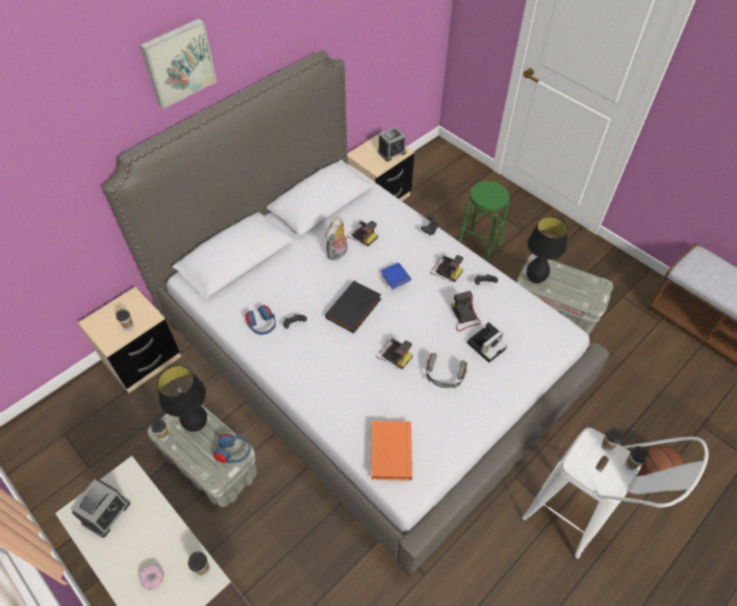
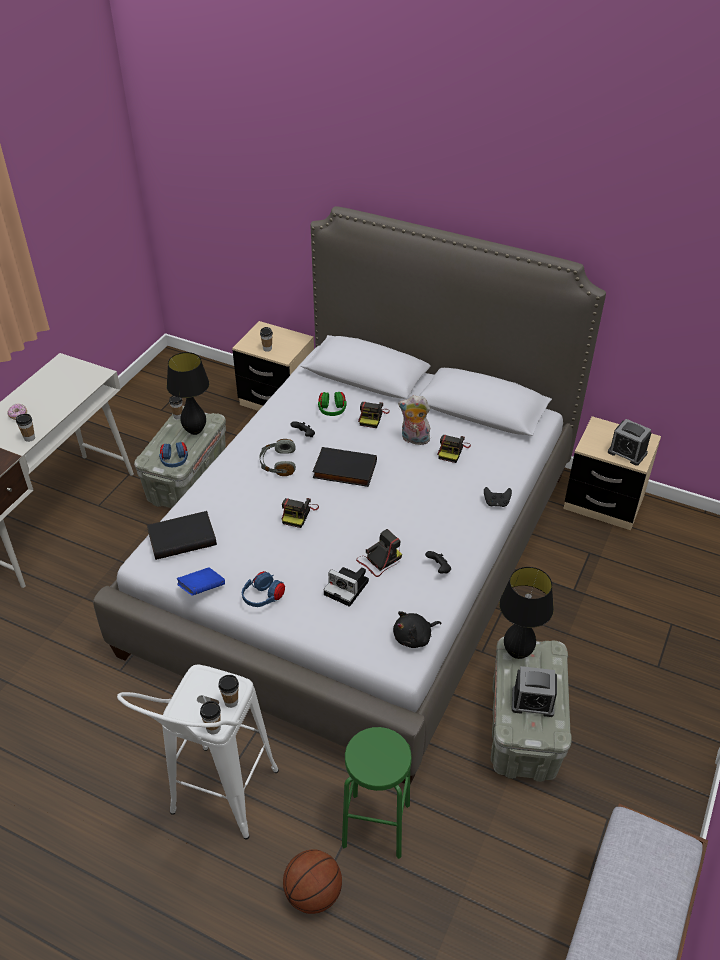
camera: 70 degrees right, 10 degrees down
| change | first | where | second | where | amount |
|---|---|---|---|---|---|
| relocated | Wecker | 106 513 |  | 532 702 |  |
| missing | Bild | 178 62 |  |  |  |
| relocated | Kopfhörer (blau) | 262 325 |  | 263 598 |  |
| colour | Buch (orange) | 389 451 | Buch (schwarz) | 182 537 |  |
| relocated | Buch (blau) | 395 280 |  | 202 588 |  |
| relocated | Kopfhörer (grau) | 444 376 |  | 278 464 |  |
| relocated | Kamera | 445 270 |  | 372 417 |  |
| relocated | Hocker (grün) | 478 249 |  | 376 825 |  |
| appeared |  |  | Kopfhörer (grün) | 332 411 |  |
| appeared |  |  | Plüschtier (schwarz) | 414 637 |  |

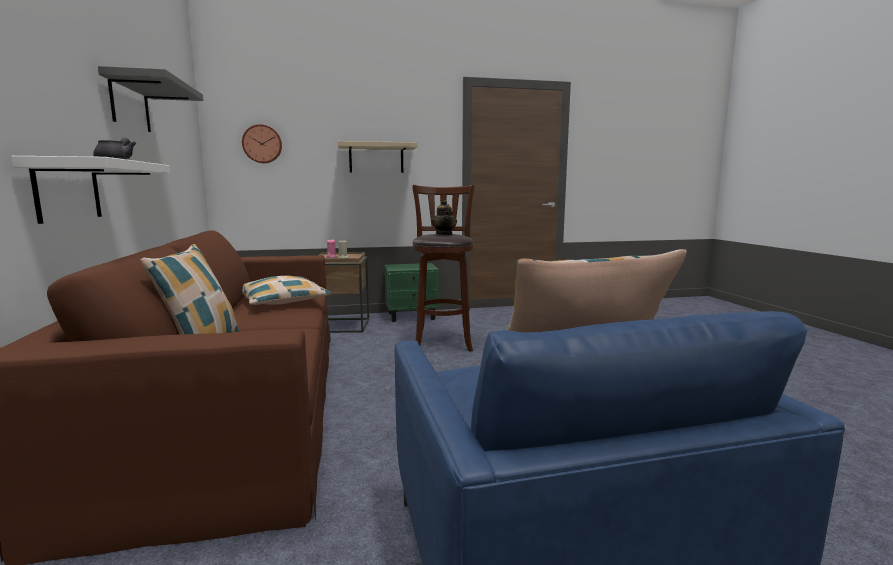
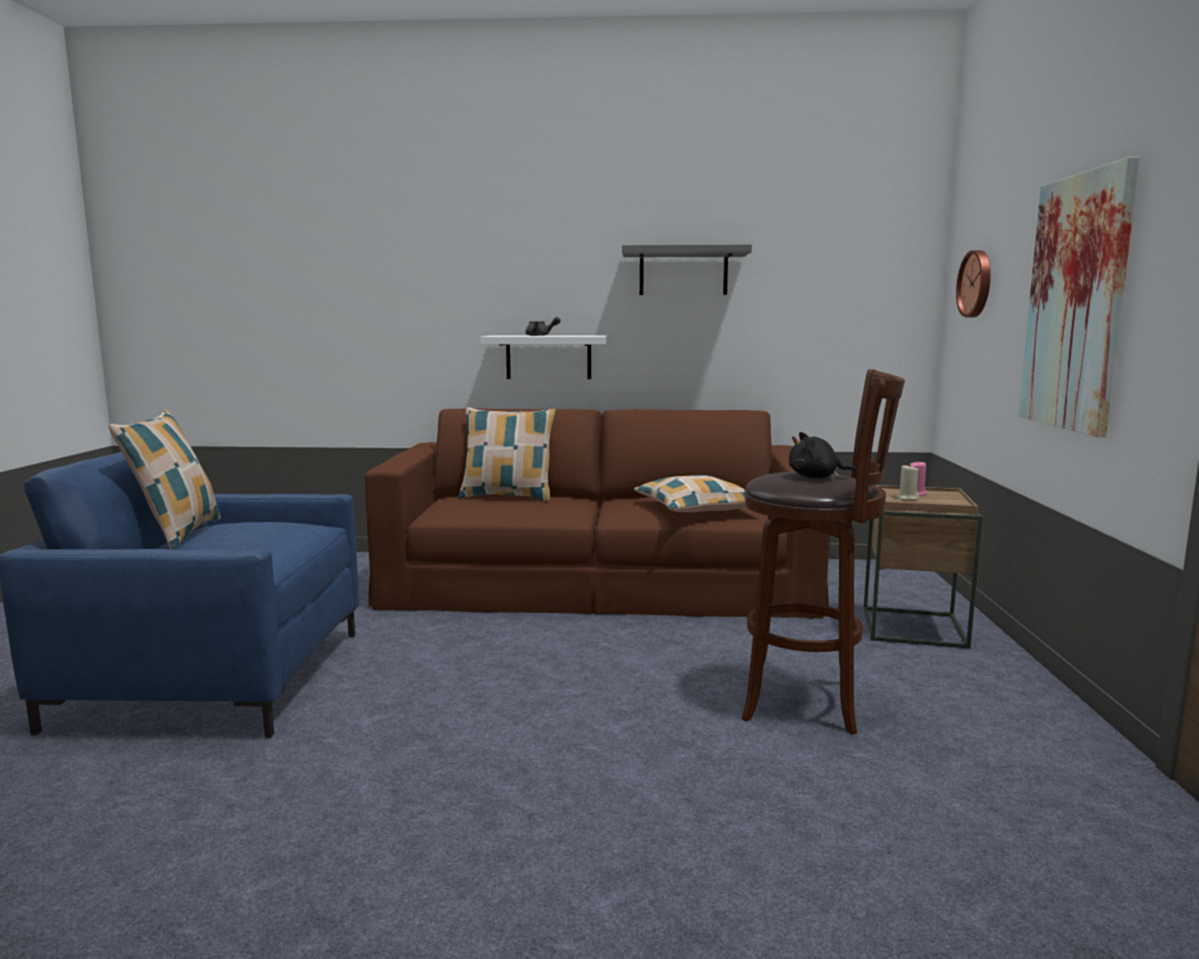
camera: 105 degrees right, 0 degrees up
| change | first | where | second | where | amount |
|---|---|---|---|---|---|
| exchanged | Wandregal (beige) | 376 158 | Bild | 1076 303 |  |
| missing | Nachttisch (grün) | 412 316 |  |  |  |
| exchanged | Teekanne | 444 234 | Plüschtier (schwarz) | 816 477 |  |

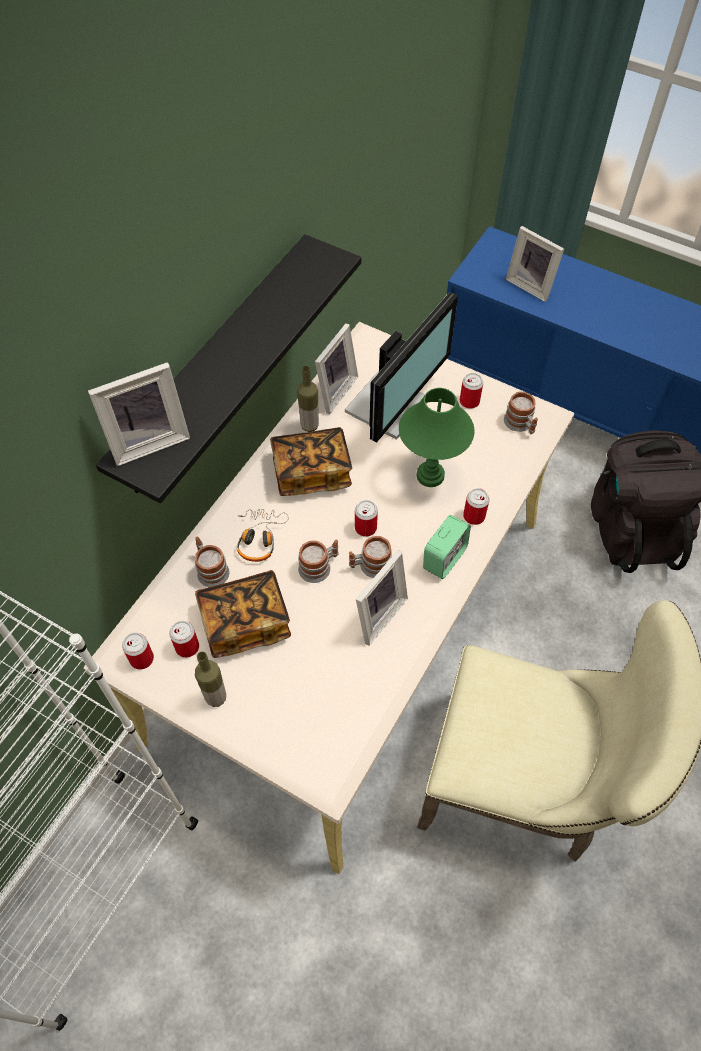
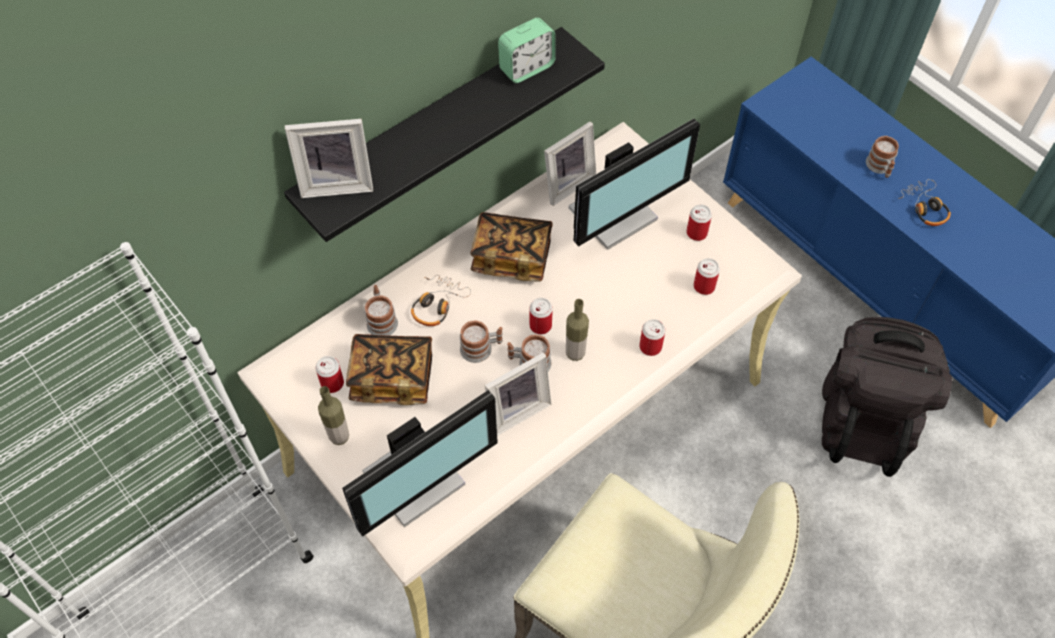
camera: 20 degrees right, 0 degrees up
| change | first | where | second | where | amount |
|---|---|---|---|---|---|
| relocated | Dose | 141 659 |  | 704 286 |  |
| relocated | Flasche | 309 426 |  | 575 353 |  |
| missing | Tischlampe (grün) | 429 475 |  |  |  |
| relocated | Wecker | 444 558 |  | 527 68 |  |
| relocated | Henkelbecher | 520 424 |  | 880 167 |  |
| missing | Bilderrahmen | 531 285 |  |  |  |
| appeared |  |  | Monitor | 417 480 |  |
| appeared |  |  | Kopfhörer | 924 207 |  |

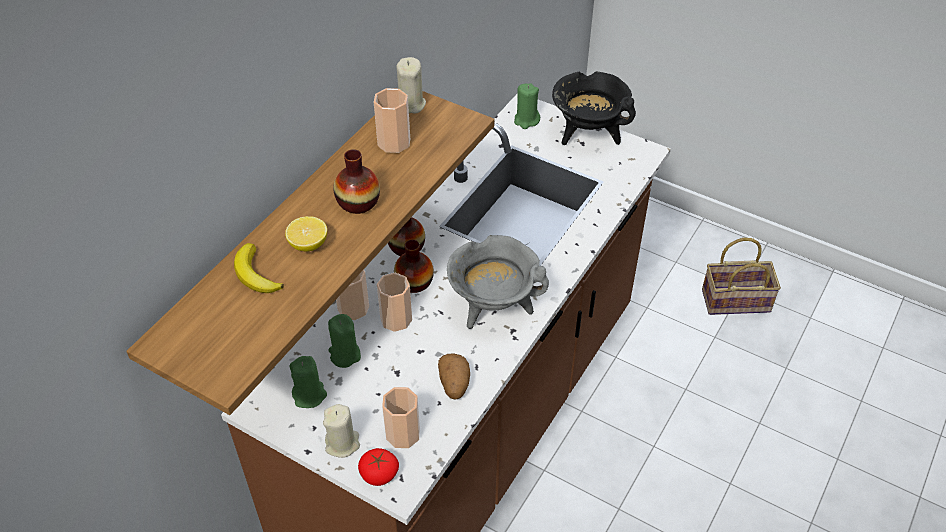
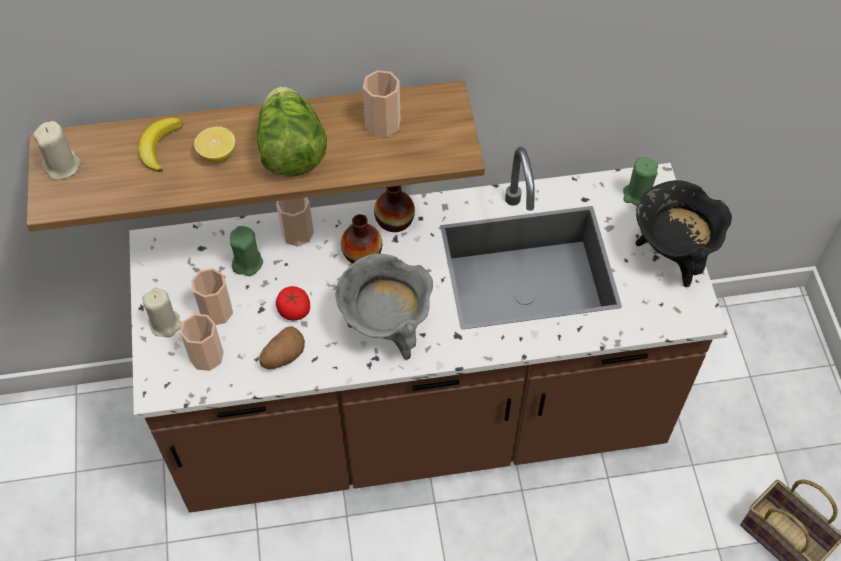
camera: 50 degrees right, 10 degrees up
| change | first | where | second | where | amount |
|---|---|---|---|---|---|
| missing | Kerze (grün) | 309 395 |  |  |  |
| exchanged | Vase | 358 202 | Salatkopf | 291 151 |  |
| relocated | Tomate | 379 474 |  | 294 310 |  |
| relocated | Tasse | 396 319 |  | 216 311 |  |
| relocated | Kerze (beige) | 410 104 |  | 63 166 |  |

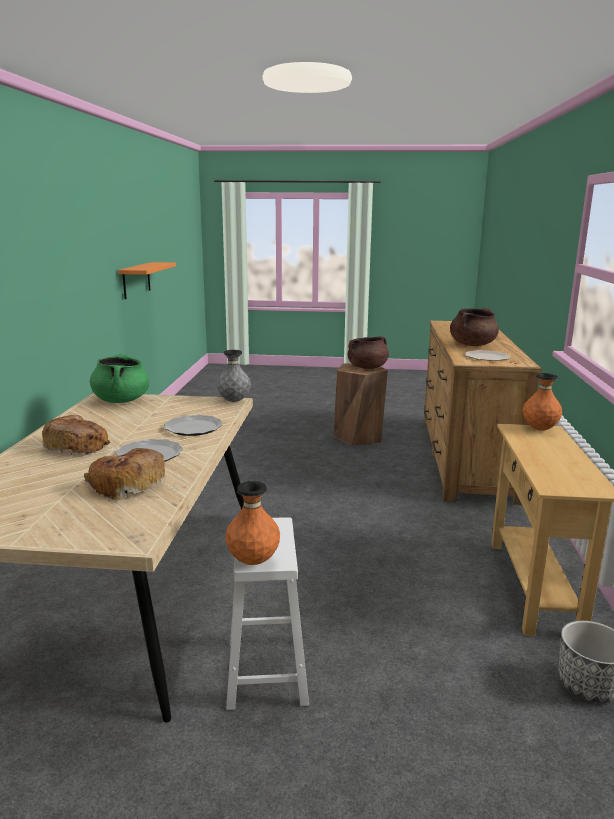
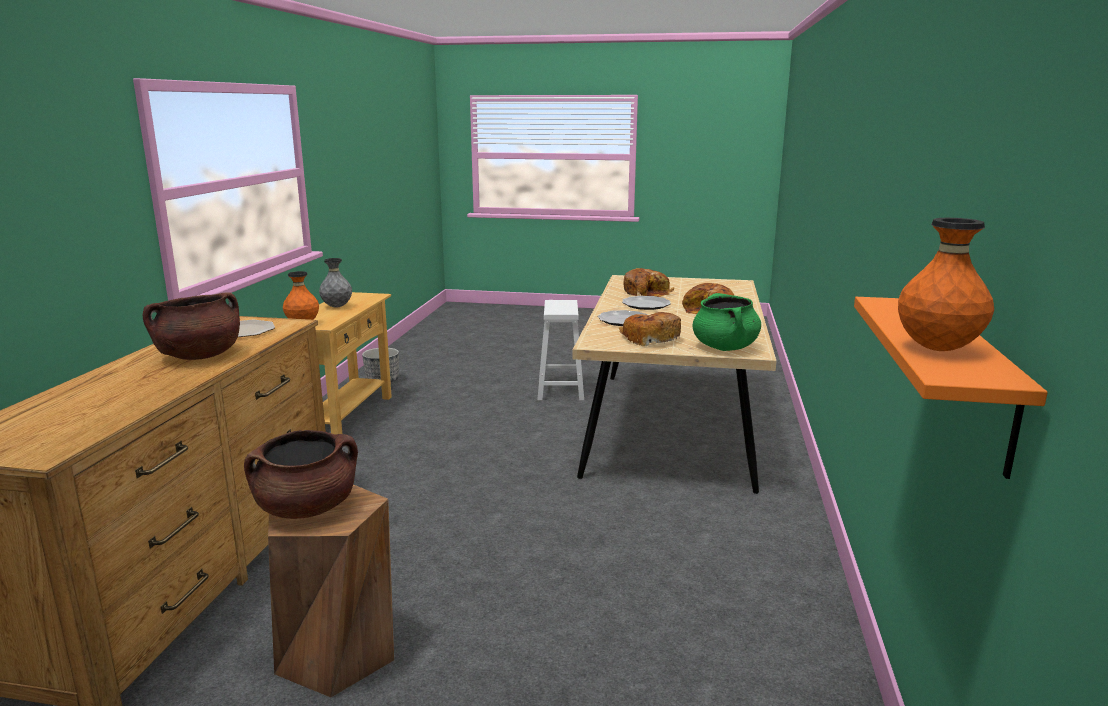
camera: 175 degrees left, 0 degrees up
| change | first | where | second | where | amount |
|---|---|---|---|---|---|
| relocated | Vase (grau) | 234 401 |  | 337 307 |  |
| relocated | Vase (orange) | 253 561 |  | 938 349 |  |
| appeared |  |  | Brot | 650 339 |  |

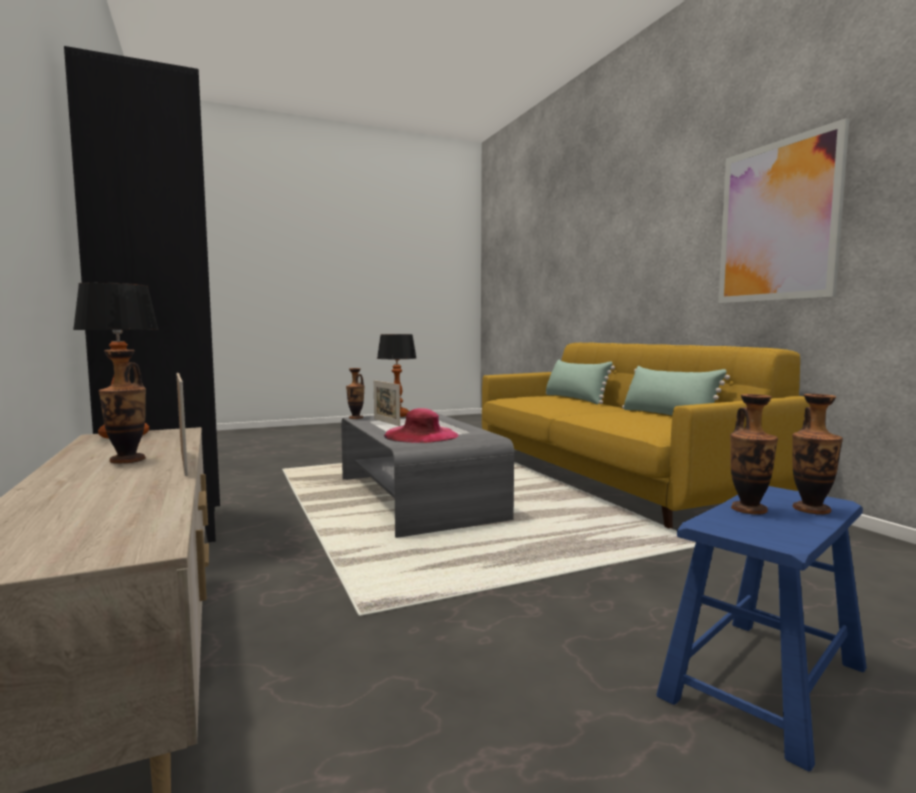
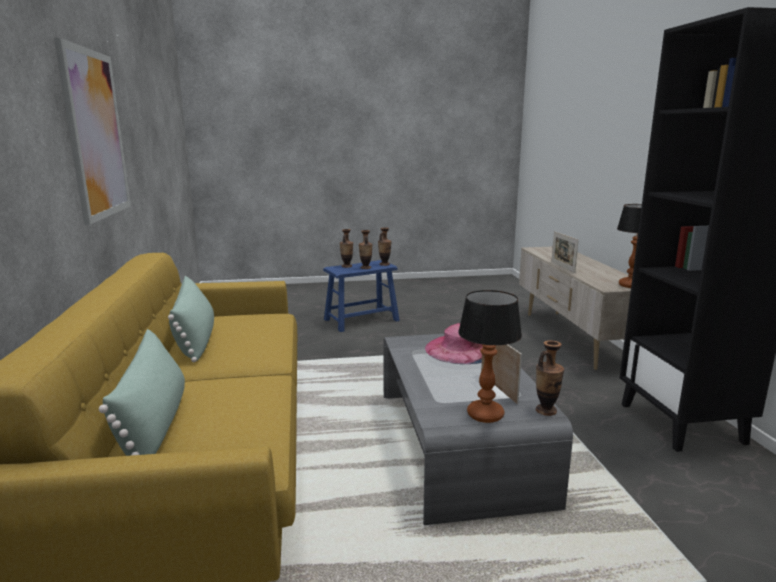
camera: 165 degrees left, 10 degrees up
| change | first | where | second | where | amount |
|---|---|---|---|---|---|
| relocated | Vase | 127 460 |  | 384 264 |  |

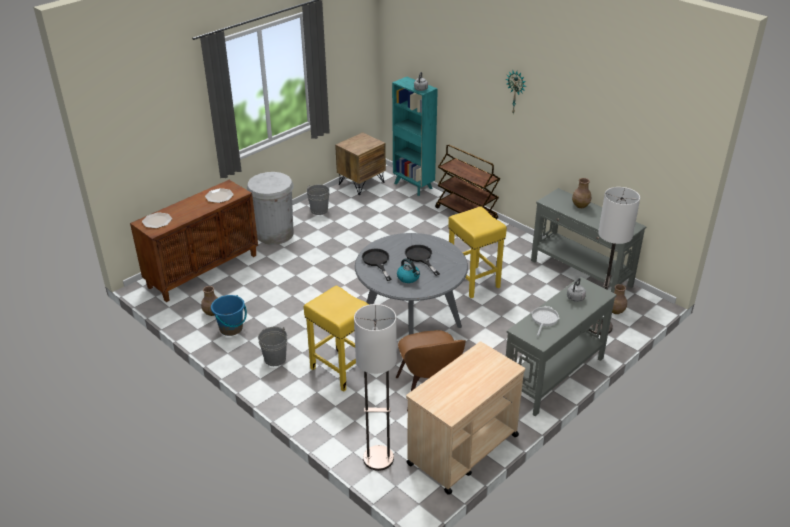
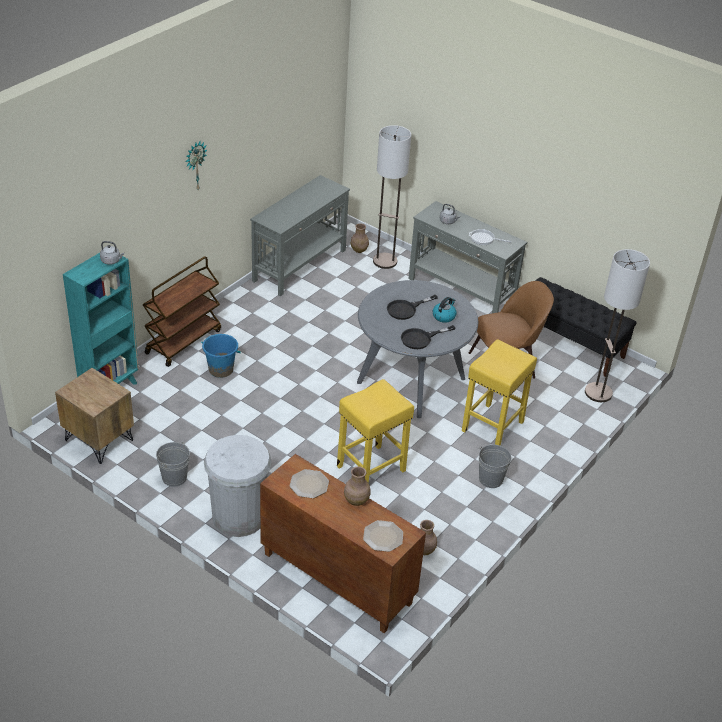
camera: 100 degrees left, 5 degrees up
| change | first | where | second | where | amount |
|---|---|---|---|---|---|
| relocated | Eimer (blau) | 231 329 |  | 221 369 |  |
| exchanged | Rollwagen (beige) | 462 450 | Bank (schwarz) | 569 344 |  |
| relocated | Hocker (gelb) | 474 282 |  | 372 468 |  |
| relocated | Vase (braun) | 580 205 |  | 356 500 |  |

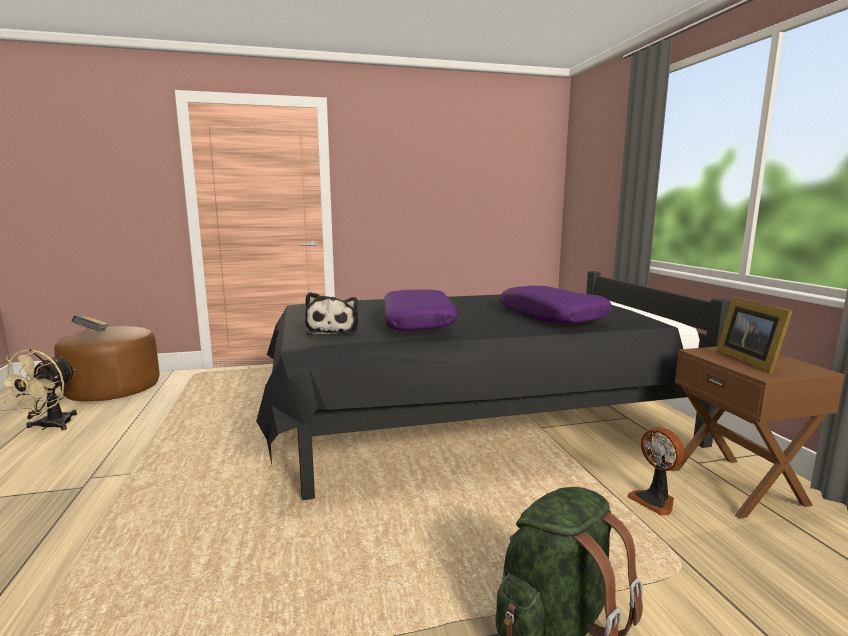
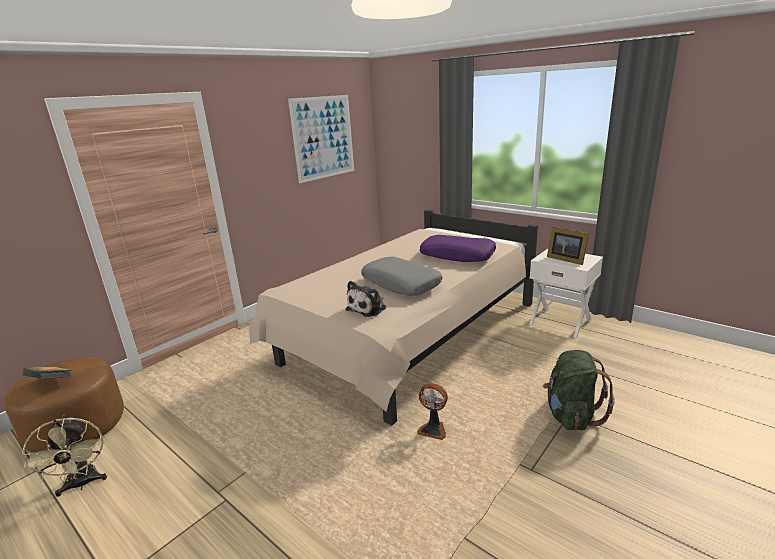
camera: 35 degrees left, 10 degrees up
| change | first | where | second | where | amount |
|---|---|---|---|---|---|
| colour | Bett (schwarz) | 469 422 | Bett (beige) | 409 336 |  |
| spun | Plüschtier | 334 330 |  | 368 308 | 75 degrees clockwise |
| colour | Kissen (lila) | 418 322 | Kissen (grau) | 401 284 |  |
| relocated | Ventilator | 655 501 |  | 433 429 |  |
| colour | Nachttisch (braun) | 737 486 | Nachttisch (weiß) | 560 321 |  |
| appeared |  |  | Bild | 323 137 |  |

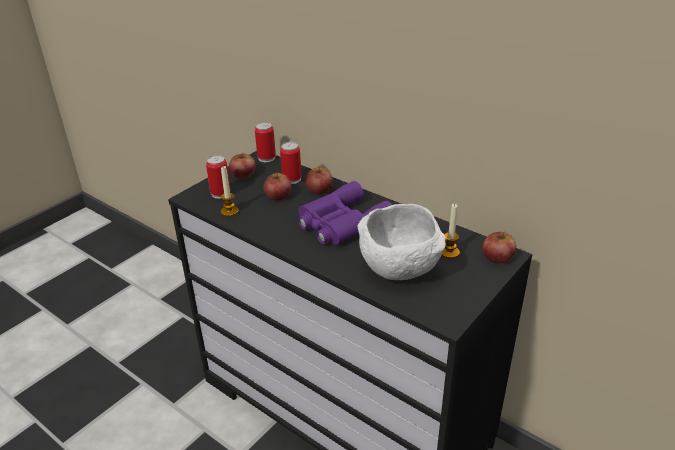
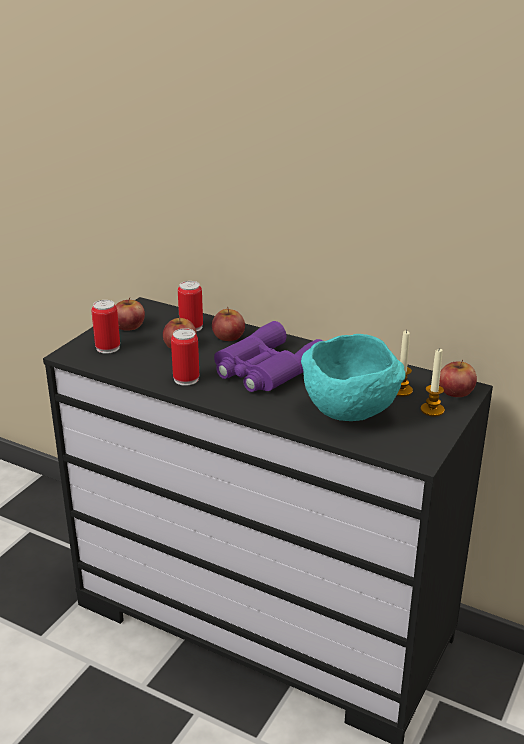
camera: 10 degrees left, 5 degrees down
| change | first | where | second | where | amount |
|---|---|---|---|---|---|
| relocated | Kerze | 229 211 |  | 432 410 |  |
| relocated | Dose | 266 158 |  | 186 379 |  |
| colour | Schüssel (weiß) | 401 270 | Schüssel (türkis) | 351 412 |  |

